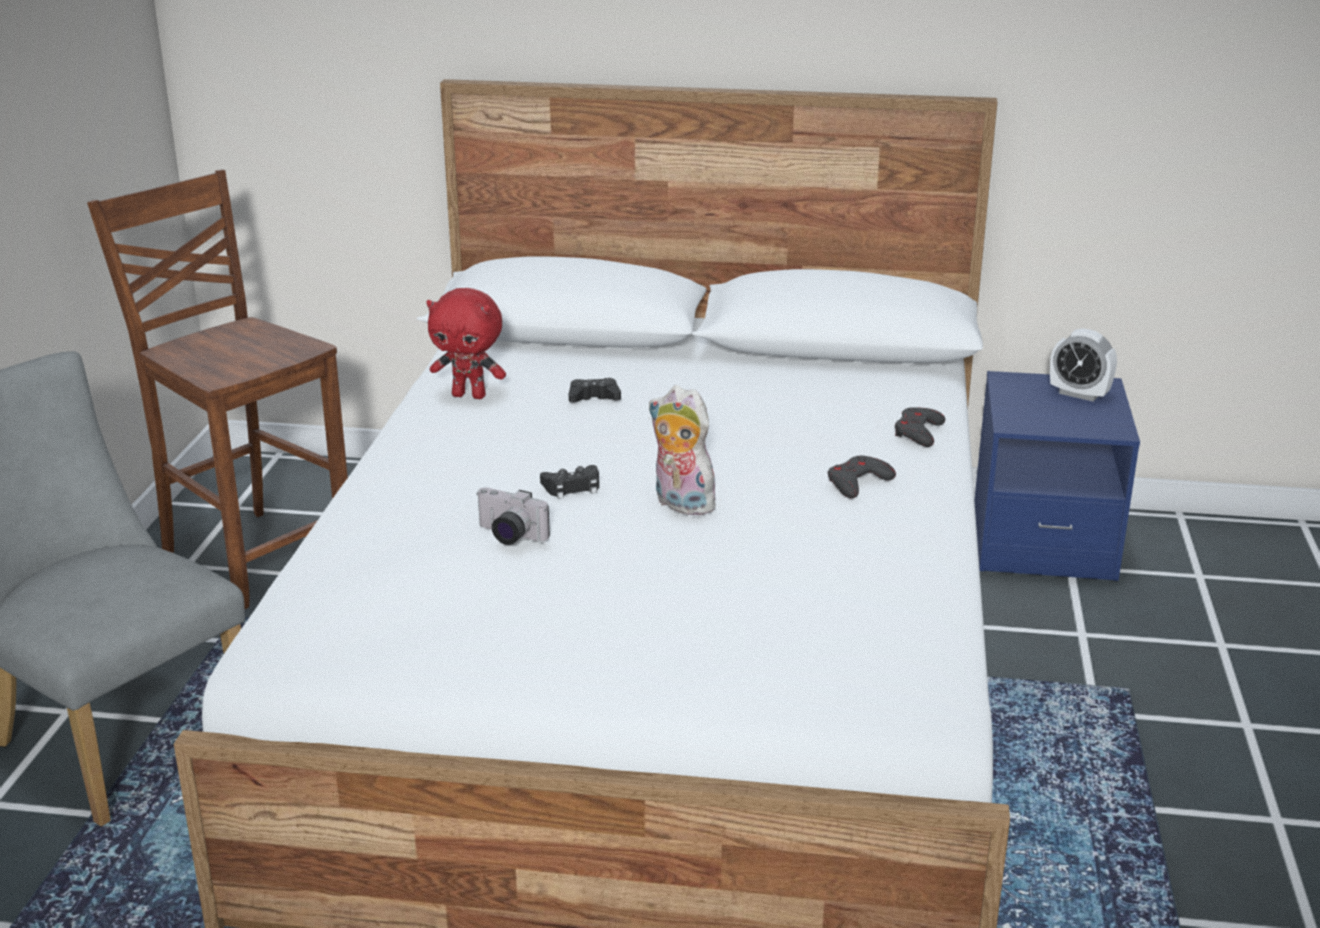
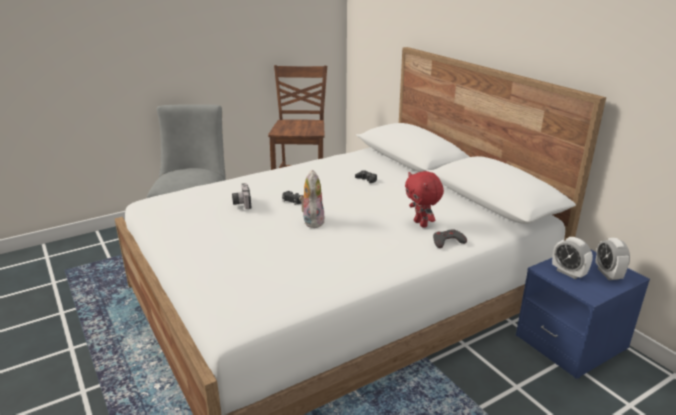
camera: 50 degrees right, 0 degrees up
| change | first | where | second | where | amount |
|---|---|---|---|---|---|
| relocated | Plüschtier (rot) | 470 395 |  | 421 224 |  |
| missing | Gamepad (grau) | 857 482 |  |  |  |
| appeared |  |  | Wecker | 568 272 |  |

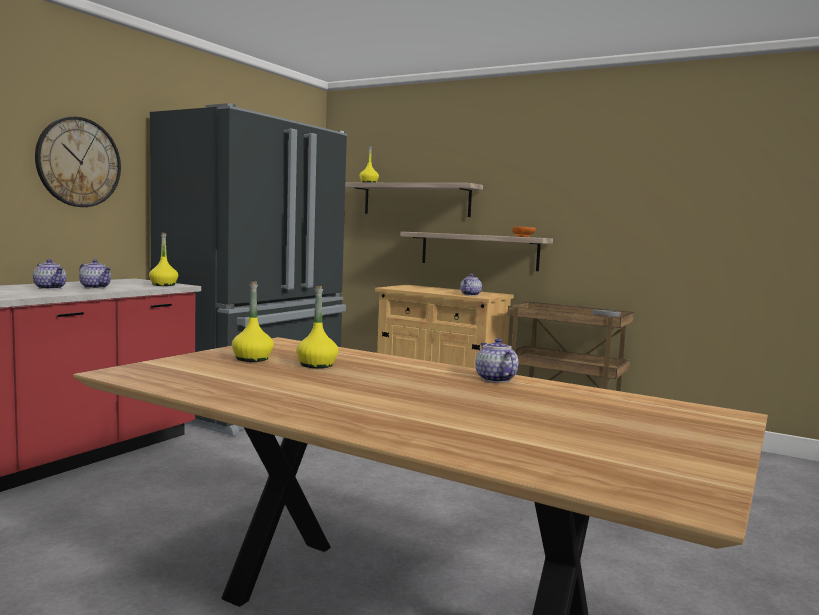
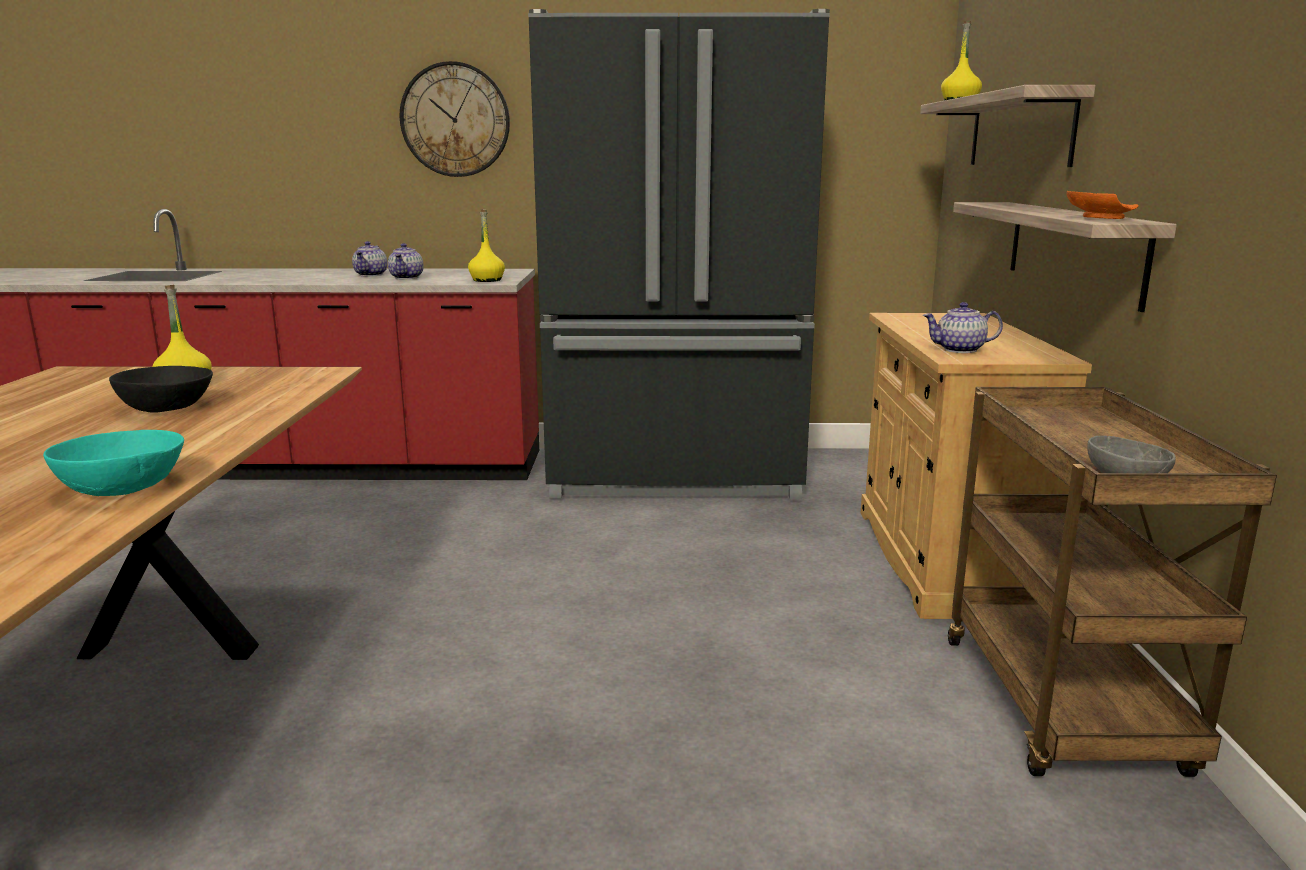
camera: 60 degrees right, 10 degrees up
| change | first | where | second | where | amount |
|---|---|---|---|---|---|
| exchanged | Flasche (gelb) | 316 365 | Schüssel (schwarz) | 167 408 |  |
| exchanged | Teekanne | 494 379 | Schüssel (türkis) | 122 488 |  |

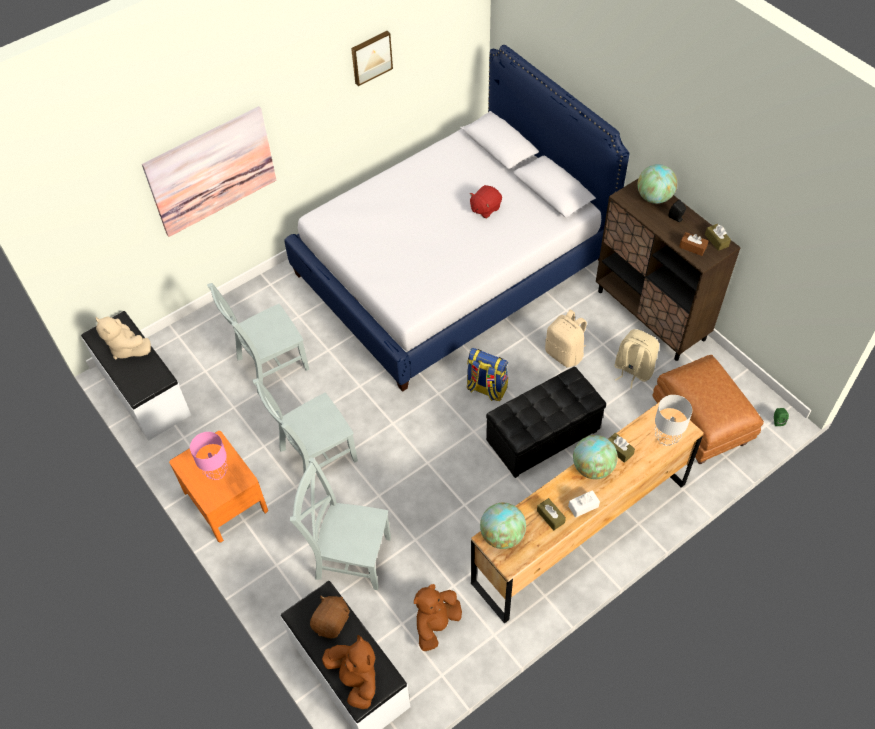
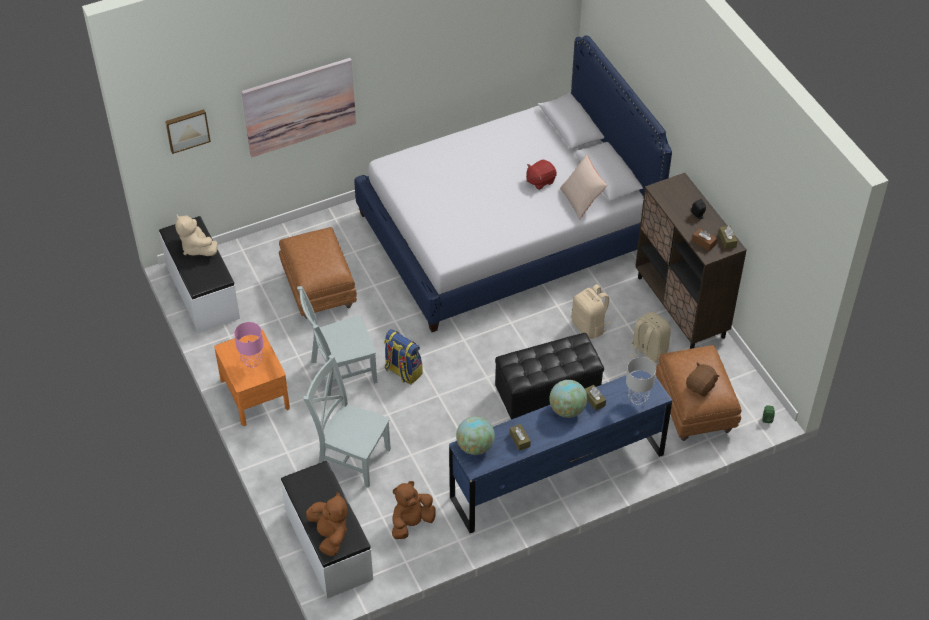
camera: 10 degrees right, 5 degrees down
| change | first | where | second | where | amount |
|---|---|---|---|---|---|
| exchanged | Stuhl (grau) | 269 365 | Polsterhocker (braun) | 318 289 |  |
| relocated | Plüschtier (braun) | 332 622 |  | 701 386 |  |
| relocated | Bild | 371 57 |  | 187 130 |  |
| relocated | Rucksack | 486 388 |  | 402 371 |  |
| colour | Kommode (braun) | 580 532 | Kommode (blau) | 557 475 |  |
| missing | Taschentuchbox (weiß) | 583 506 |  |  |  |
| missing | Globus | 654 197 |  |  |  |
| appeared |  |  | Kissen (beige) | 582 200 |  |

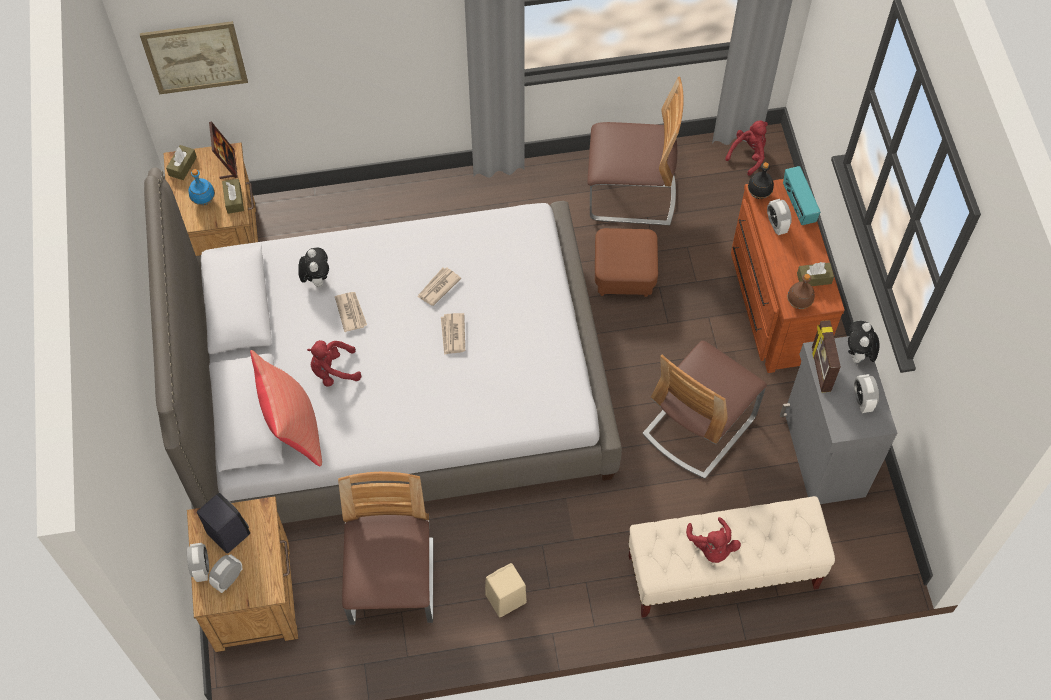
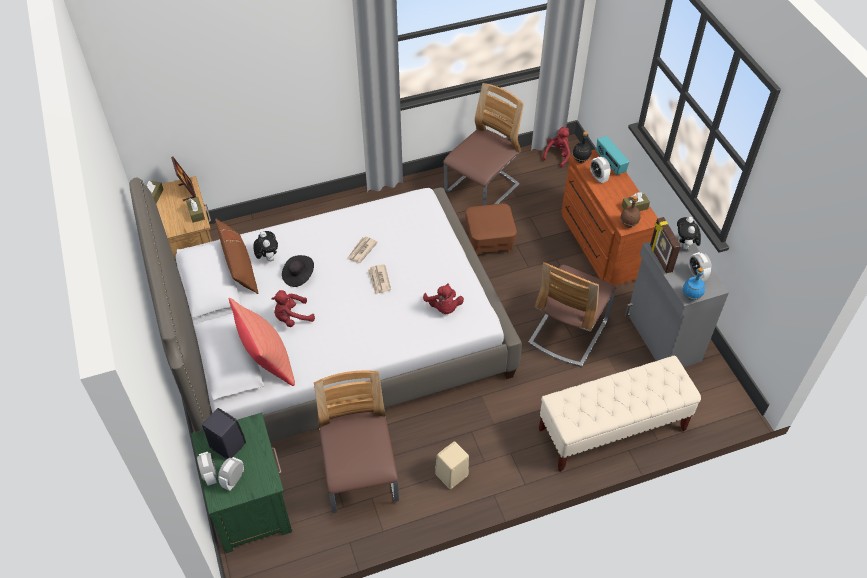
camera: 10 degrees left, 10 degrees down
| change | first | where | second | where | amount |
|---|---|---|---|---|---|
| missing | Bild | 195 57 |  |  |  |
| colour | Nachttisch (braun) | 254 594 | Nachttisch (grün) | 250 503 |  |
| relocated | Flasche (blau) | 204 201 |  | 691 297 |  |
| exchanged | Zeitung | 351 312 | Hut (schwarz) | 298 276 |  |
| spun | Stuhl | 631 194 |  | 482 189 | 45 degrees counterclockwise |
| relocated | Plüschtier (rot) | 712 547 |  | 443 307 |  |
| appeared |  |  | Kissen (braun) | 239 266 |  |

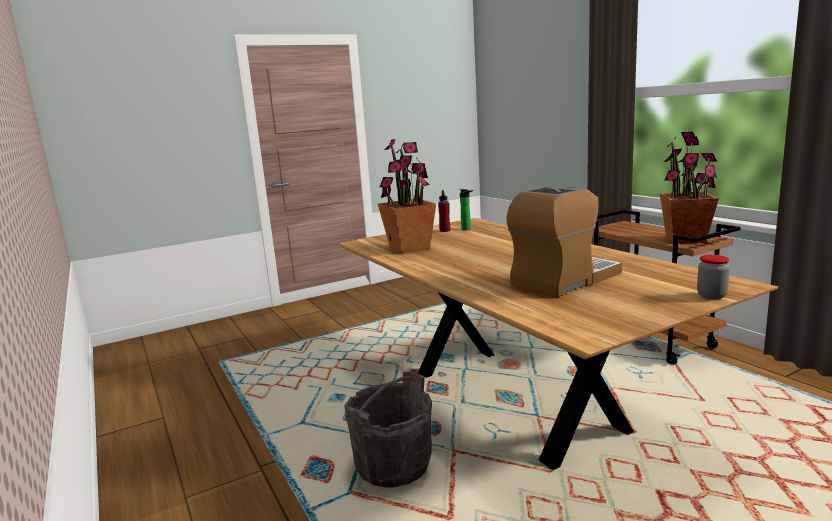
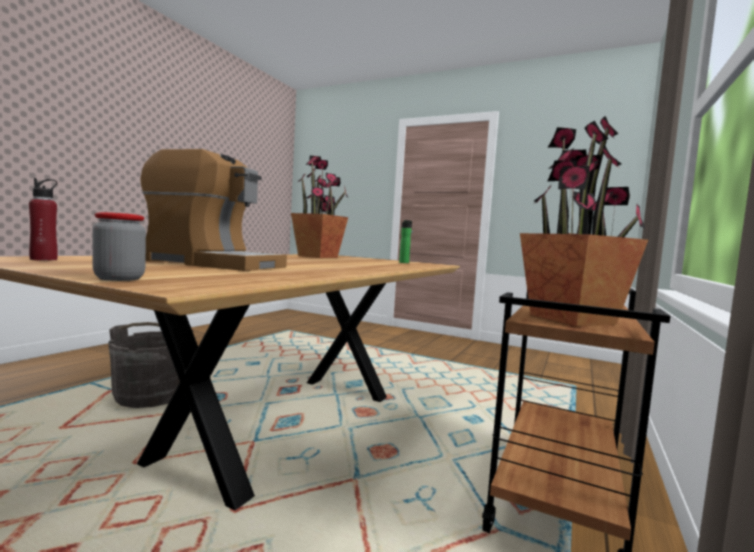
camera: 55 degrees right, 10 degrees down
| change | first | where | second | where | amount |
|---|---|---|---|---|---|
| relocated | Flasche (rot) | 445 230 |  | 43 259 |  |

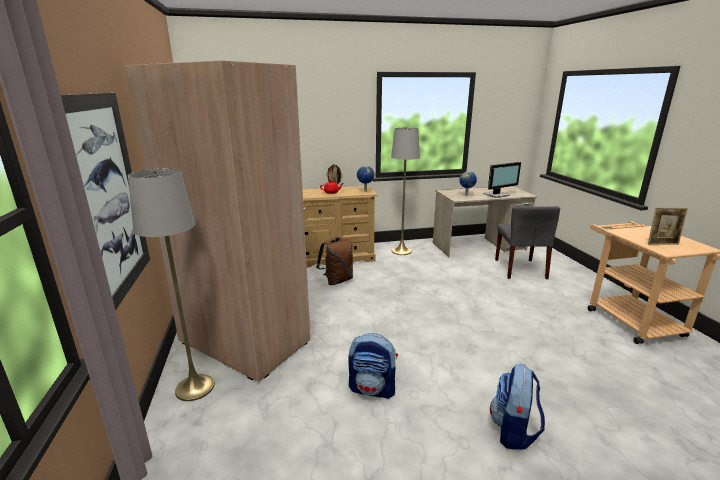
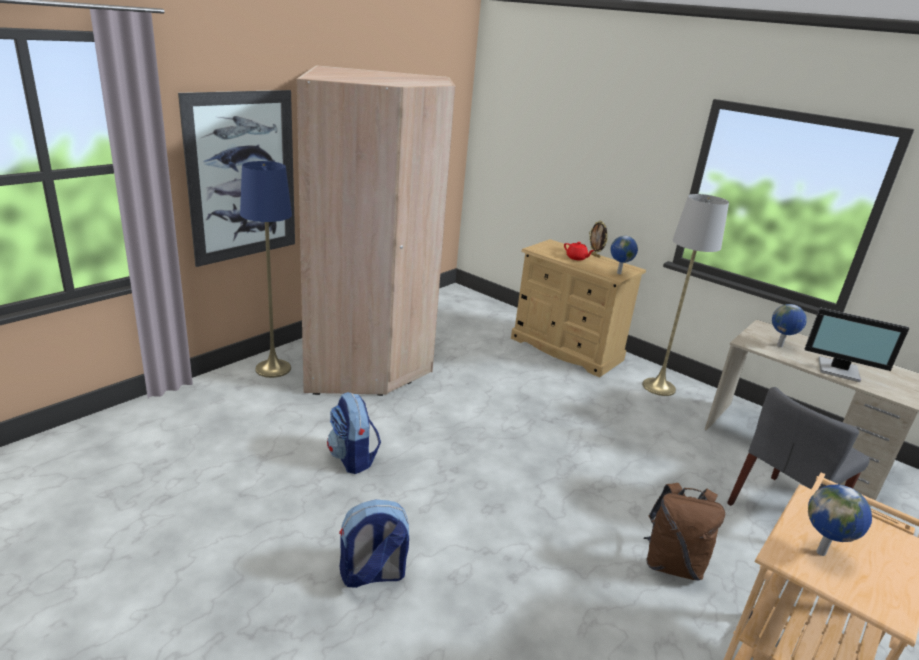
camera: 50 degrees right, 5 degrees up
| change | first | where | second | where | amount |
|---|---|---|---|---|---|
| colour | Stehlampe (grau) | 195 387 | Stehlampe (blau) | 273 368 |  |
| relocated | Rucksack (braun) | 337 280 |  | 672 564 |  |
| exchanged | Bilderrahmen | 662 244 | Globus | 822 553 |  |

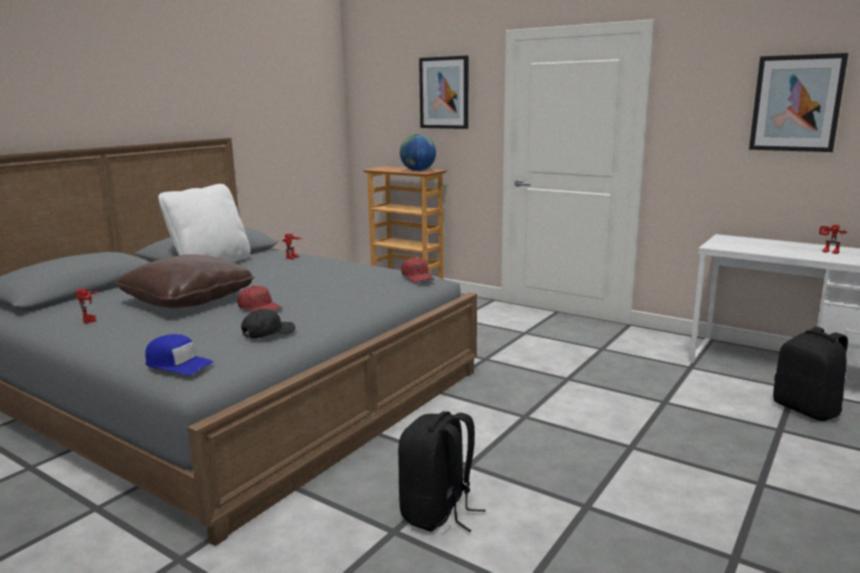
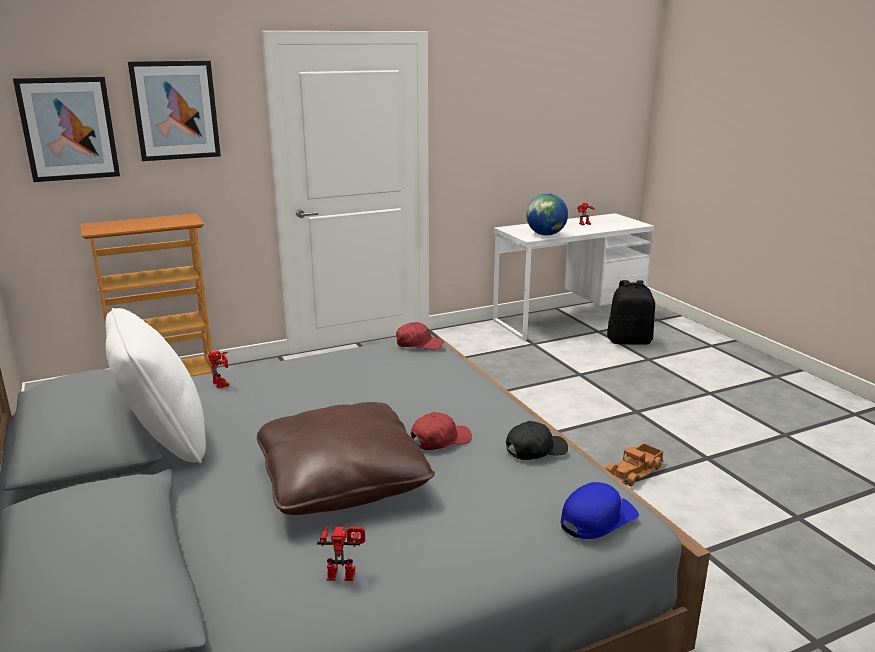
camera: 60 degrees left, 5 degrees up
| change | first | where | second | where | amount |
|---|---|---|---|---|---|
| spun | Kappe (schwarz) | 268 333 |  | 535 450 | 75 degrees clockwise |
| missing | Rucksack (schwarz) | 438 512 |  |  |  |
| relocated | Globus | 418 171 |  | 545 235 |  |
| relocated | Bild | 796 103 |  | 68 129 |  |
| appeared |  |  | Spielzeuglaster | 635 471 |  |

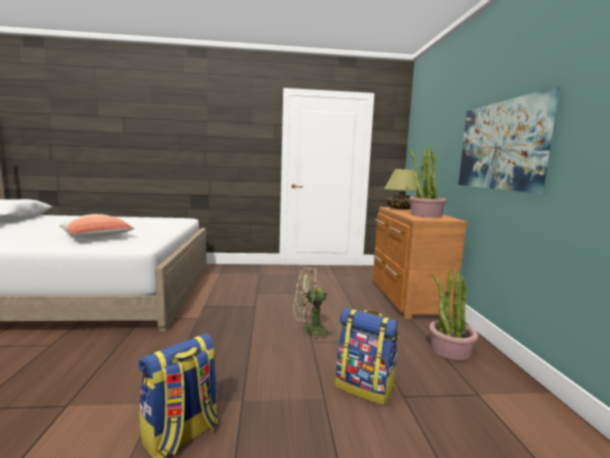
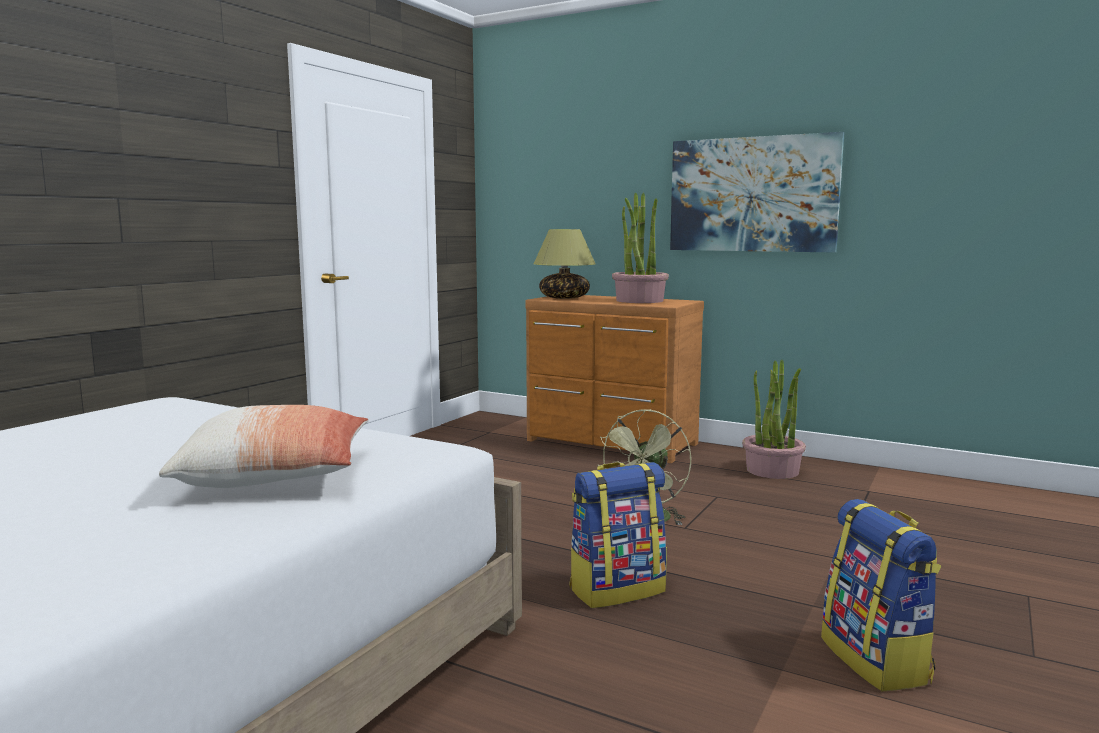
camera: 55 degrees left, 0 degrees up
| change | first | where | second | where | amount |
|---|---|---|---|---|---|
| relocated | Rucksack | 365 387 |  | 617 589 |  |

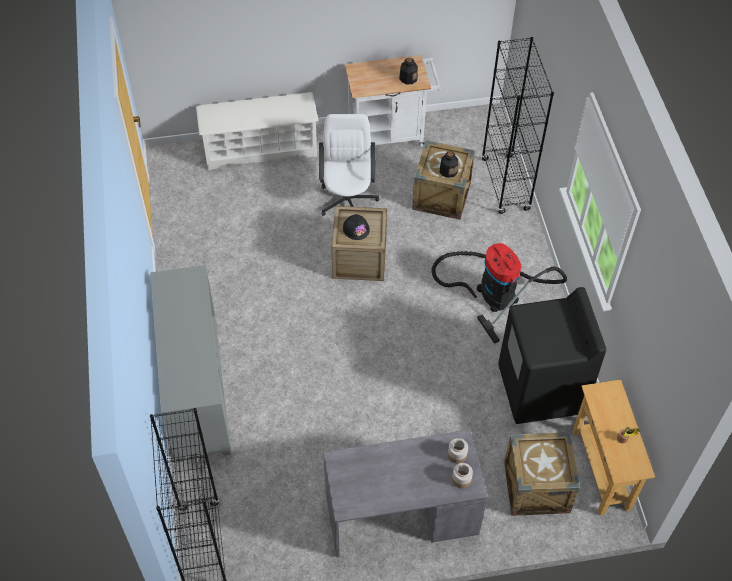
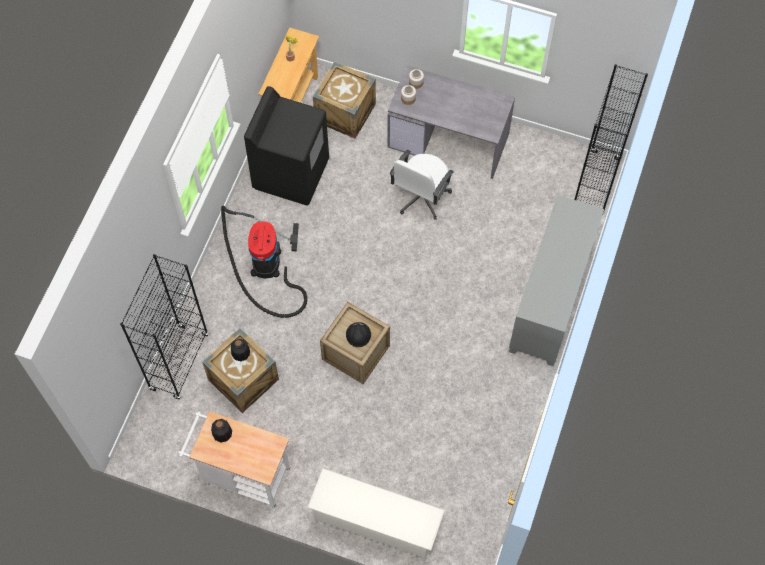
camera: 150 degrees left, 10 degrees up
| change | first | where | second | where | amount |
|---|---|---|---|---|---|
| relocated | Bürostuhl (weiß) | 348 200 |  | 421 196 |  |

